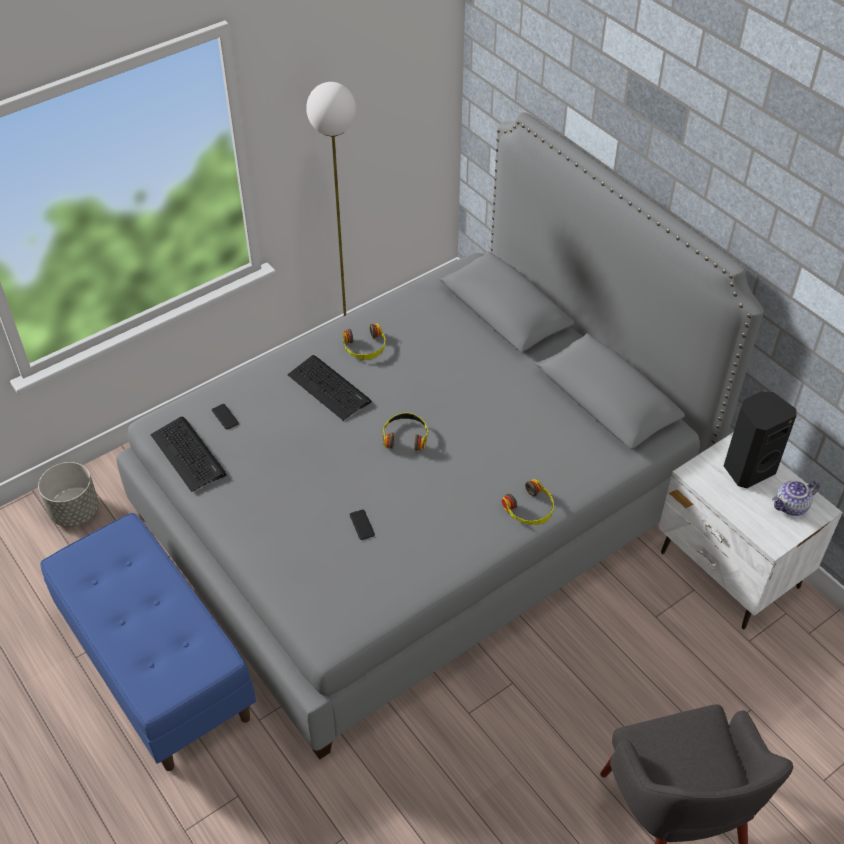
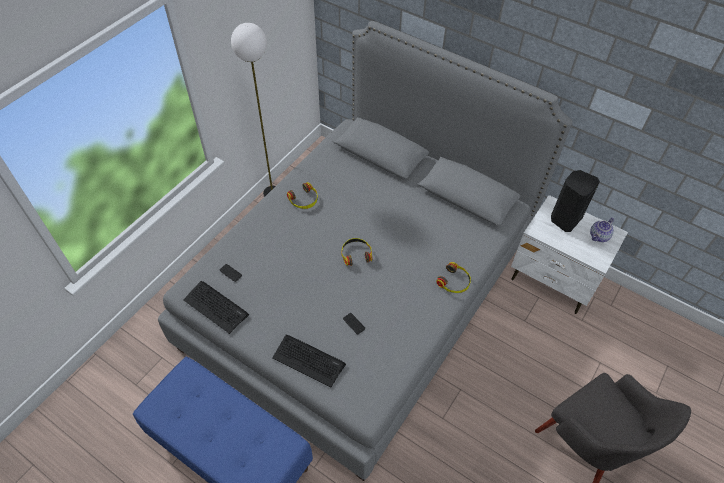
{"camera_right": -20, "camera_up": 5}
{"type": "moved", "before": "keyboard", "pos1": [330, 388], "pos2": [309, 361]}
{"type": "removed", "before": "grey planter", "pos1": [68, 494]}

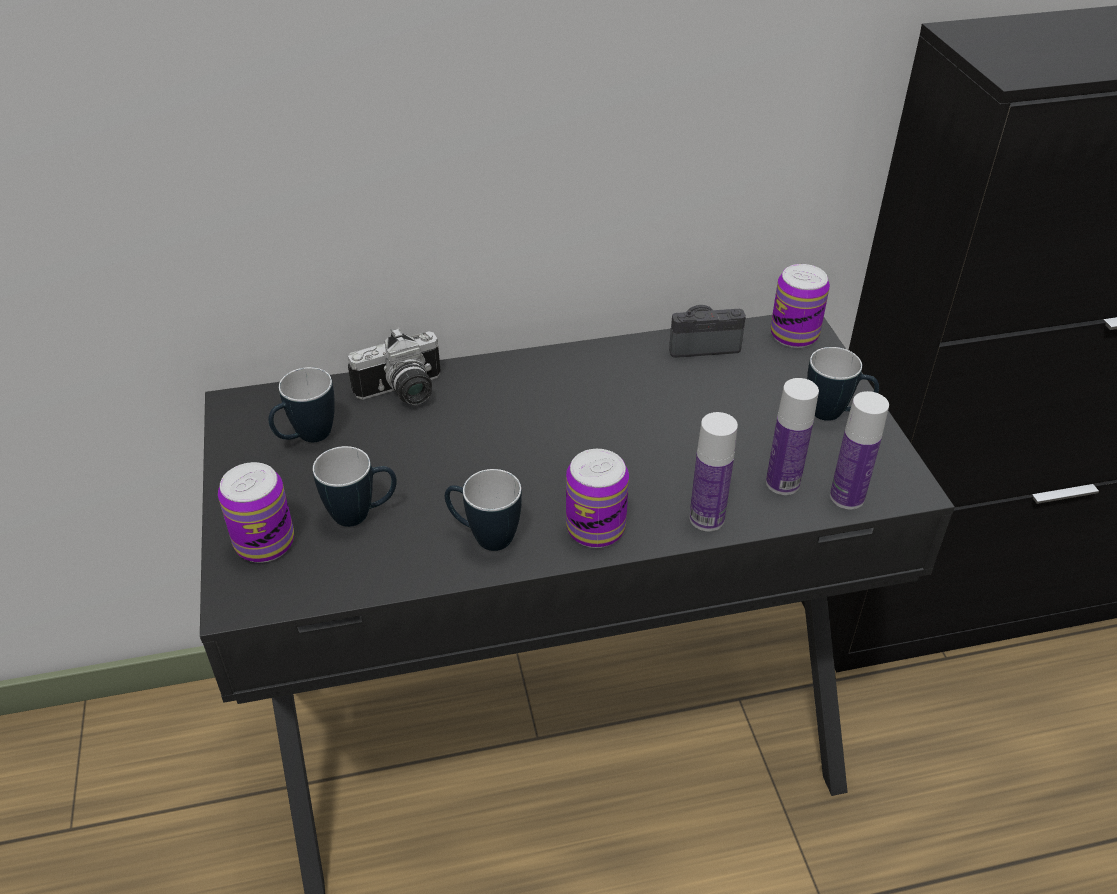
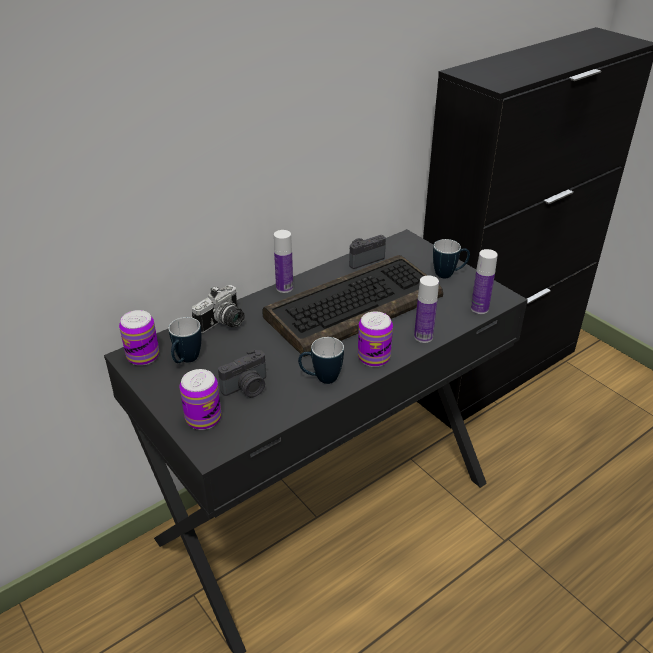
{"camera_right": -25, "camera_up": -5}
{"type": "moved", "before": "can", "pos1": [800, 306], "pos2": [139, 338]}
{"type": "moved", "before": "bottle", "pos1": [792, 436], "pos2": [283, 261]}
{"type": "replaced", "before": "mug", "after": "photo camera", "pos1": [355, 486], "pos2": [242, 373]}
{"type": "added", "after": "keyboard", "pos2": [352, 306]}

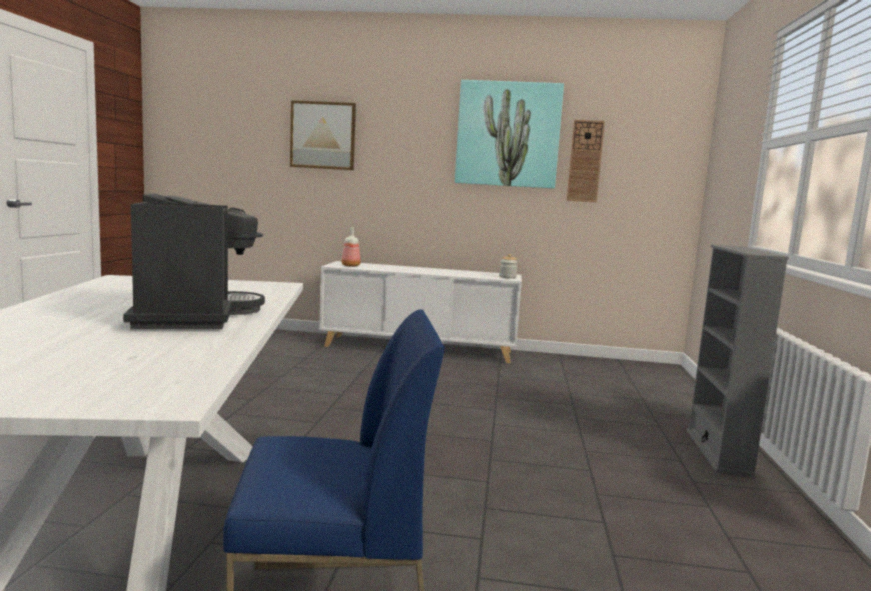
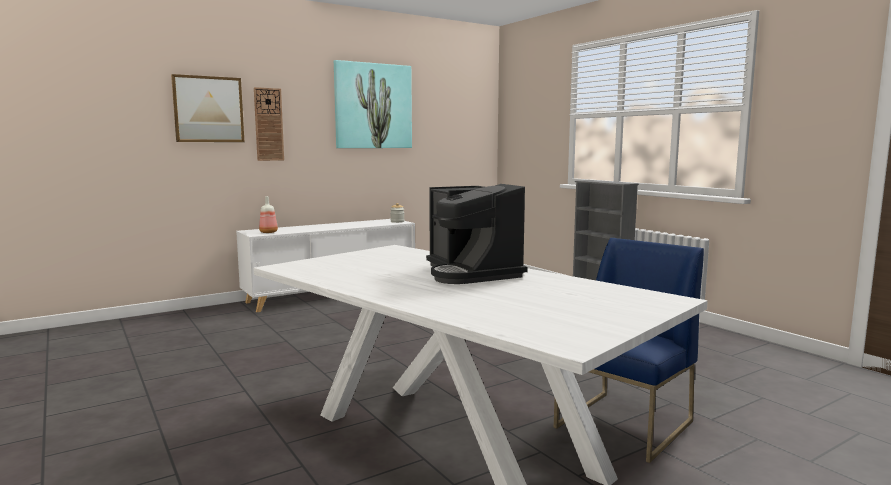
{"camera_right": -40, "camera_up": 0}
{"type": "moved", "before": "wall clock", "pos1": [586, 161], "pos2": [269, 124]}
{"type": "turned", "before": "coffee machine", "pos1": [194, 261], "pos2": [477, 234], "turn": -150}

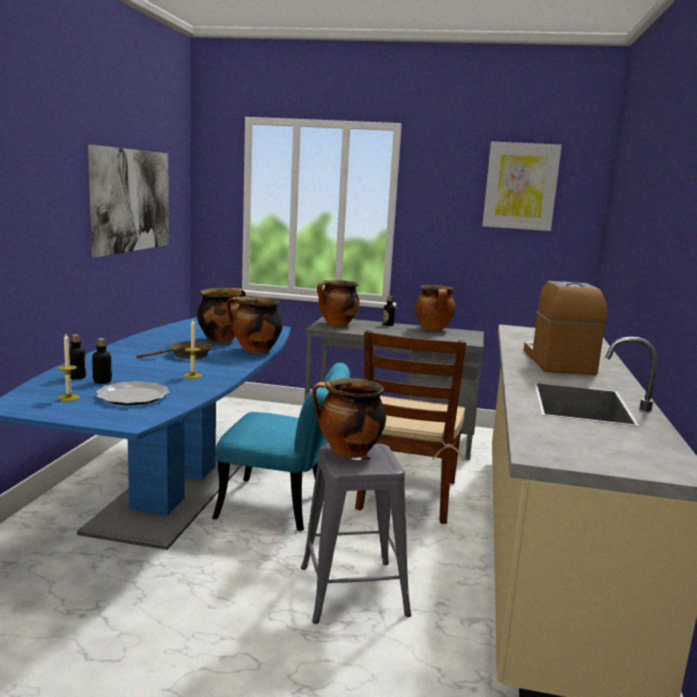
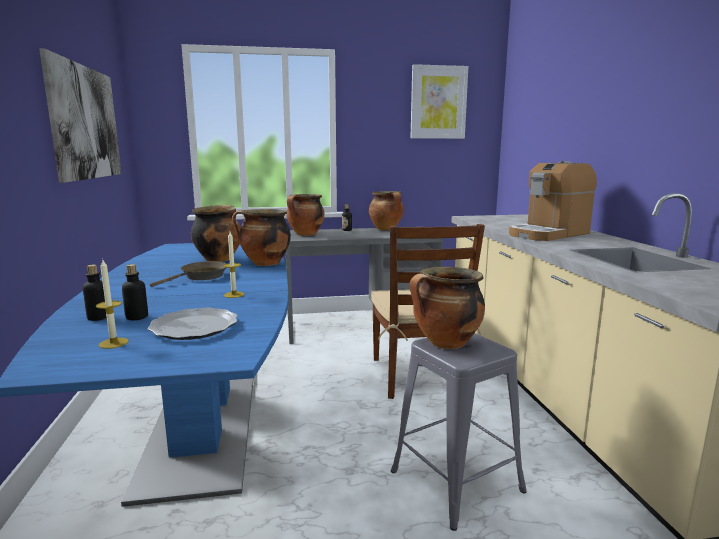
{"camera_right": -20, "camera_up": 0}
{"type": "turned", "before": "coffee machine", "pos1": [565, 328], "pos2": [553, 201], "turn": -105}
{"type": "removed", "before": "turquoise chair", "pos1": [281, 447]}

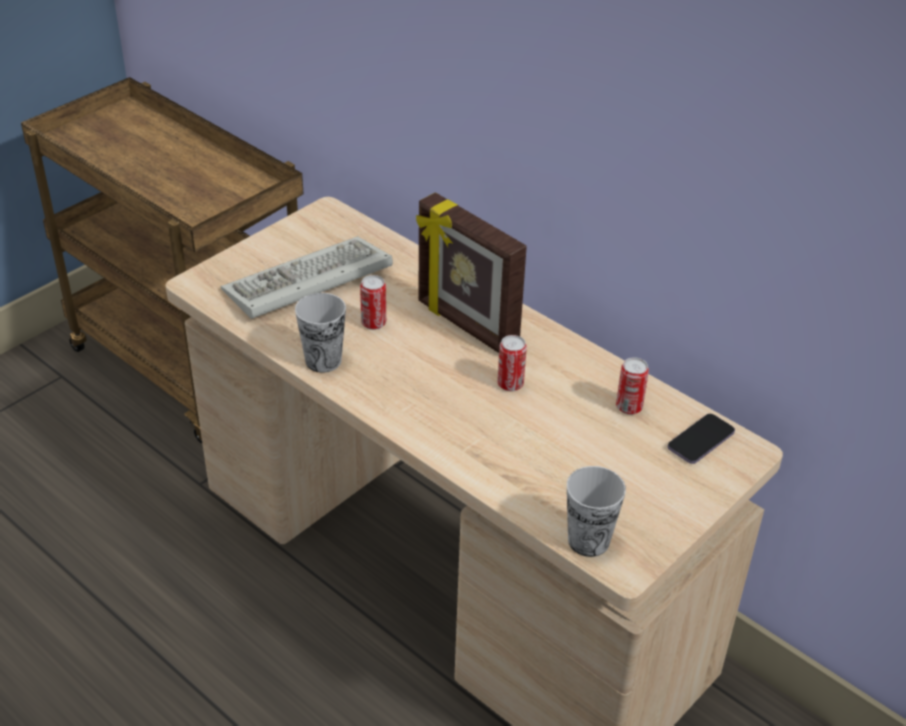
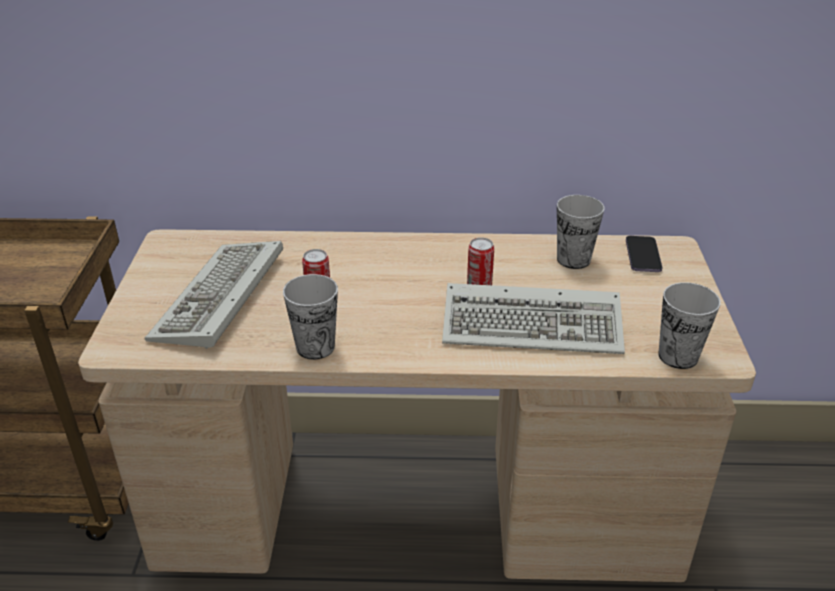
{"camera_right": -40, "camera_up": -5}
{"type": "removed", "before": "picture frame", "pos1": [471, 273]}
{"type": "replaced", "before": "can", "after": "cup", "pos1": [632, 386], "pos2": [580, 232]}
{"type": "added", "after": "keyboard", "pos2": [533, 318]}

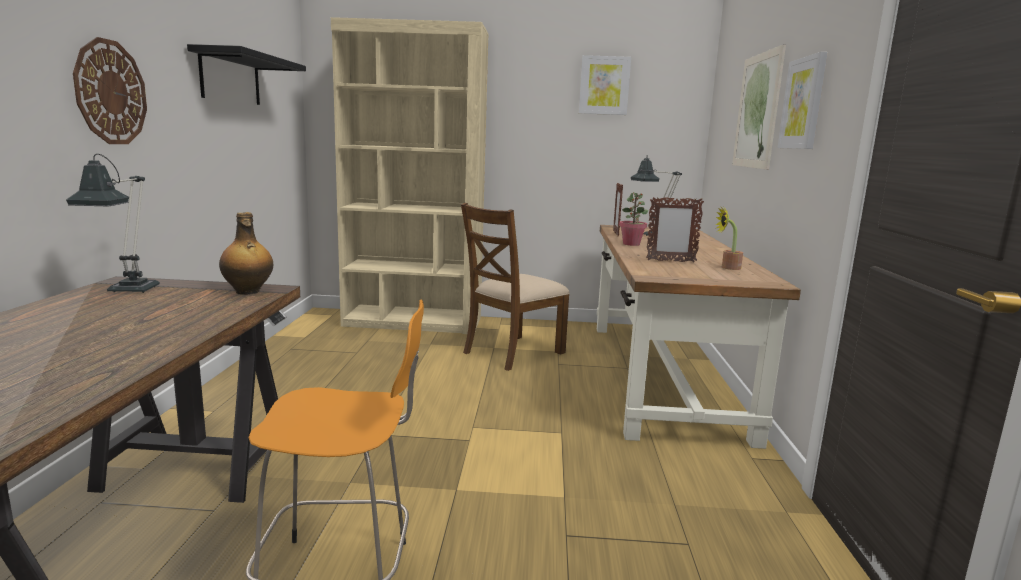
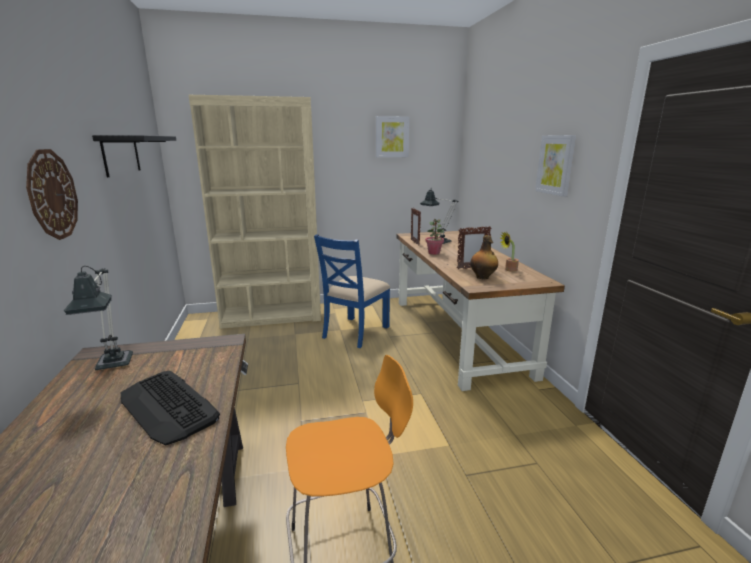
{"camera_right": -15, "camera_up": 5}
{"type": "removed", "before": "picture", "pos1": [759, 107]}
{"type": "recoloured", "before": "brown chair", "after": "blue chair", "pos1": [515, 287], "pos2": [352, 291]}
{"type": "moved", "before": "bottle", "pos1": [246, 253], "pos2": [484, 257]}
{"type": "added", "after": "keyboard", "pos2": [170, 408]}

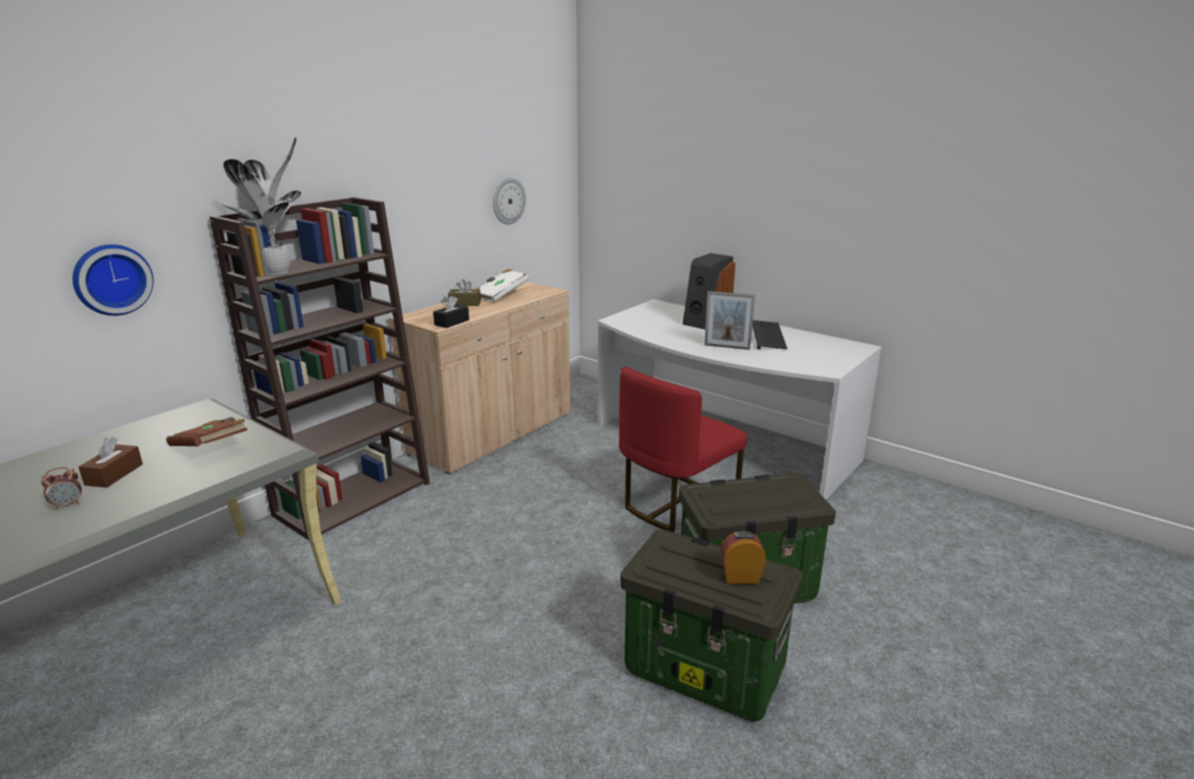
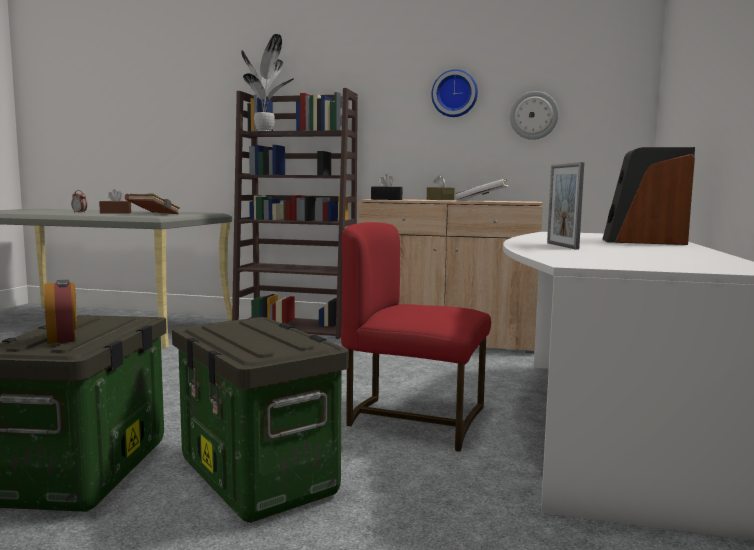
{"camera_right": 65, "camera_up": -15}
{"type": "moved", "before": "wall clock", "pos1": [113, 280], "pos2": [454, 93]}
{"type": "removed", "before": "keyboard", "pos1": [769, 335]}

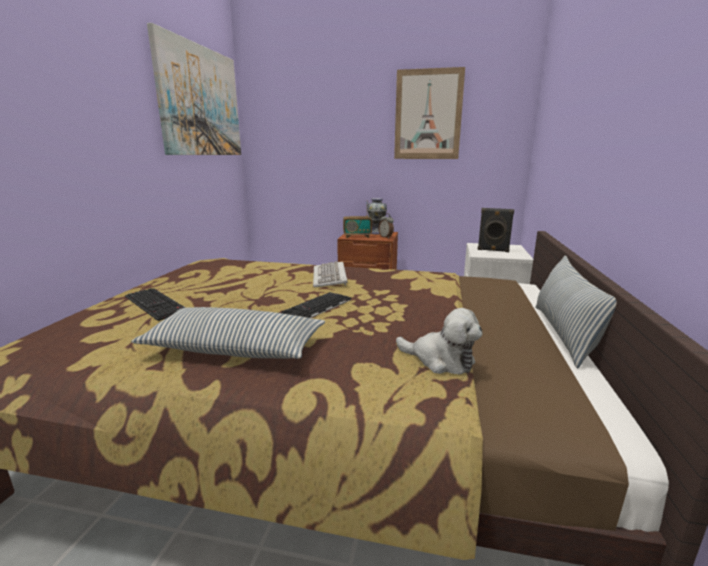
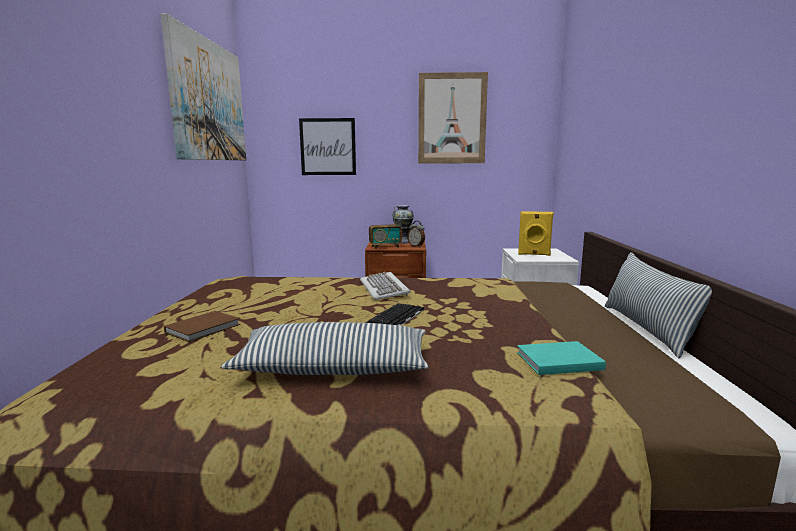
{"camera_right": -10, "camera_up": -5}
{"type": "recoloured", "before": "black speaker", "after": "yellow speaker", "pos1": [496, 230], "pos2": [536, 233]}
{"type": "replaced", "before": "keyboard", "after": "brown book", "pos1": [155, 304], "pos2": [202, 326]}
{"type": "replaced", "before": "plush toy", "after": "turquoise book", "pos1": [439, 341], "pos2": [561, 358]}
{"type": "added", "after": "picture", "pos2": [327, 146]}

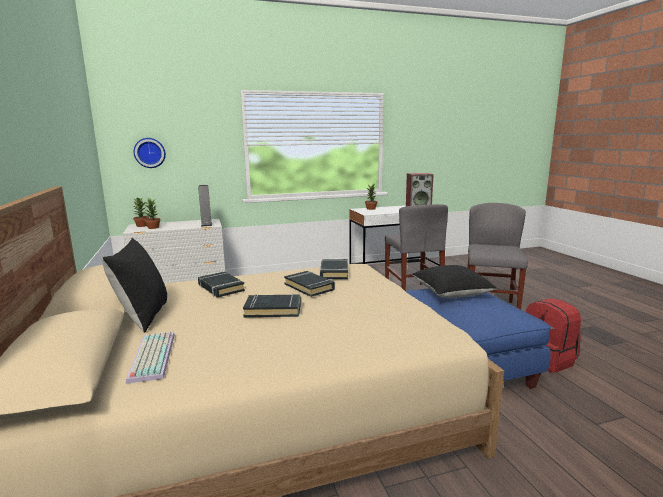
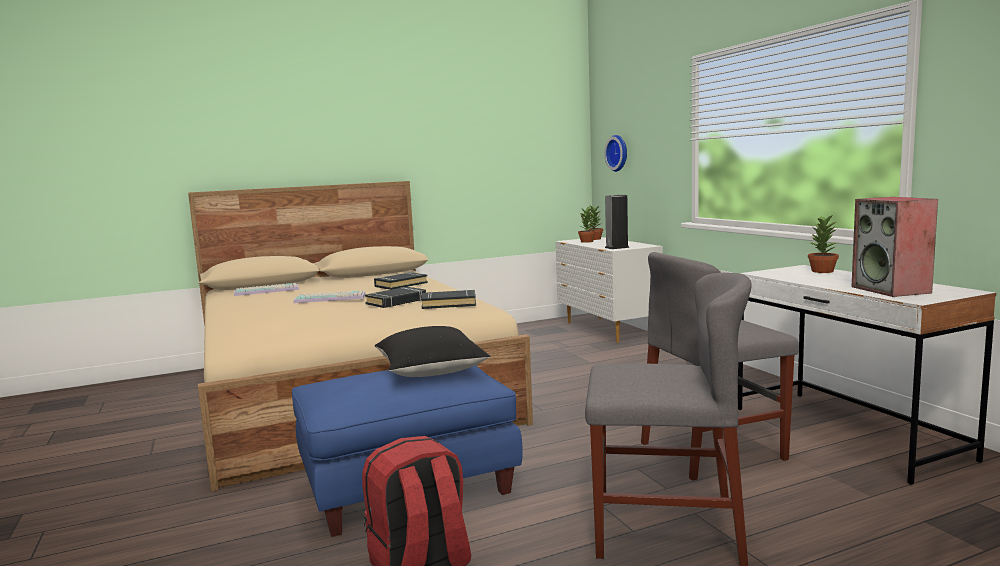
{"camera_right": 85, "camera_up": -5}
{"type": "removed", "before": "black pillow", "pos1": [134, 285]}
{"type": "replaced", "before": "black book", "after": "keyboard", "pos1": [272, 305], "pos2": [329, 296]}

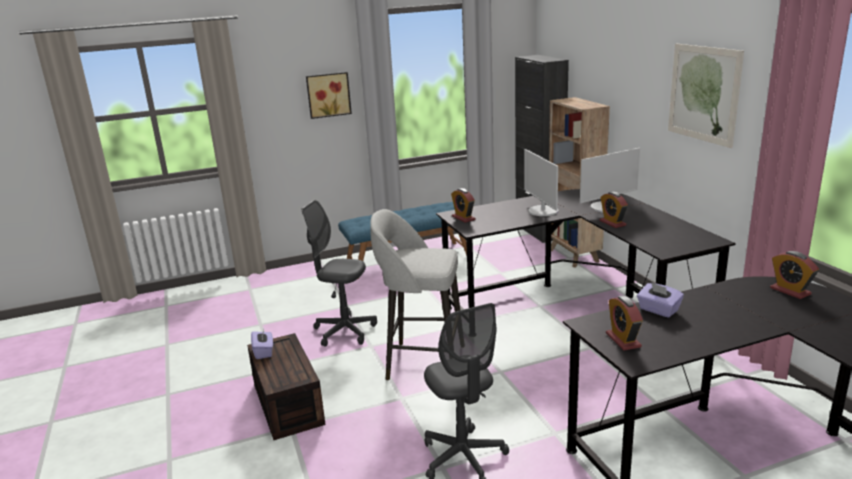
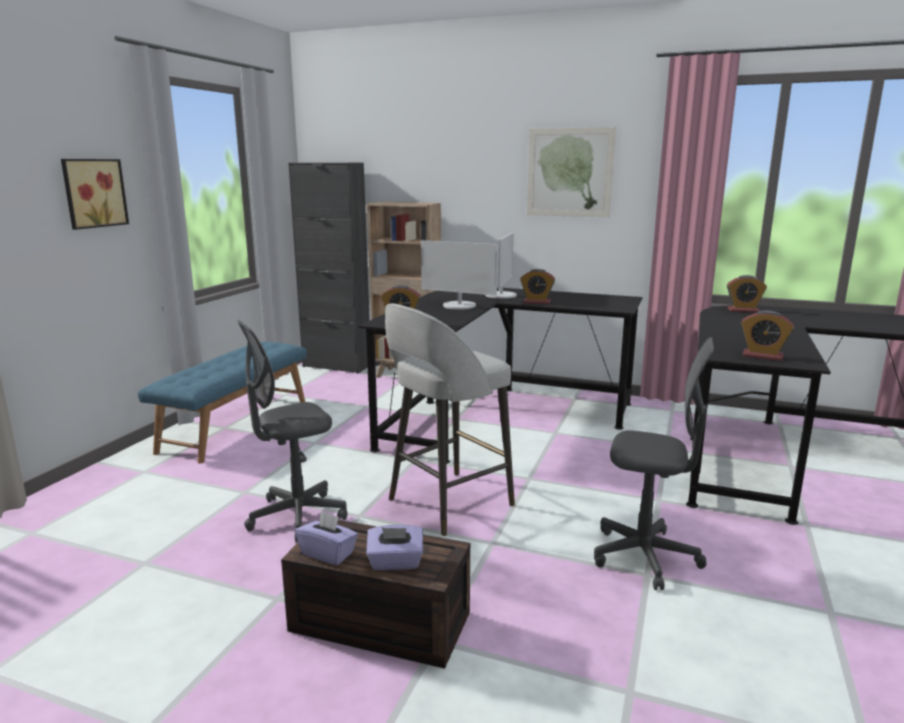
{"camera_right": -50, "camera_up": -5}
{"type": "moved", "before": "purple tissue box", "pos1": [660, 300], "pos2": [394, 547]}

